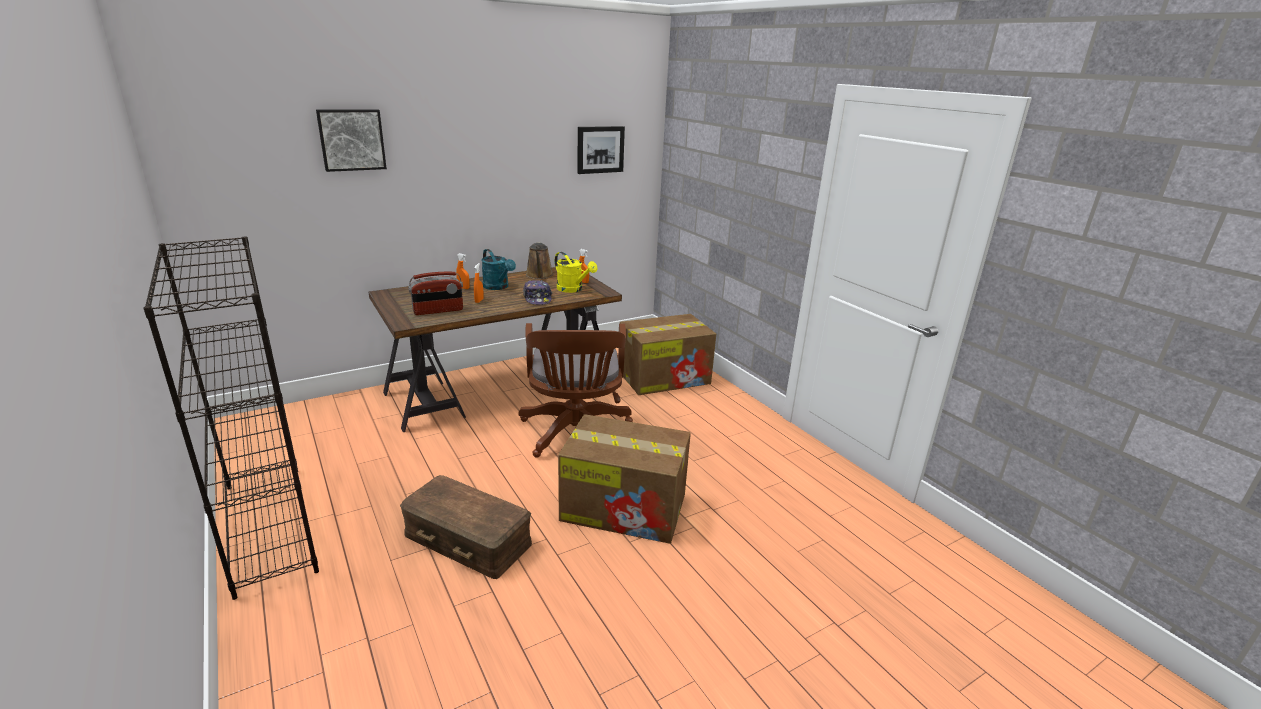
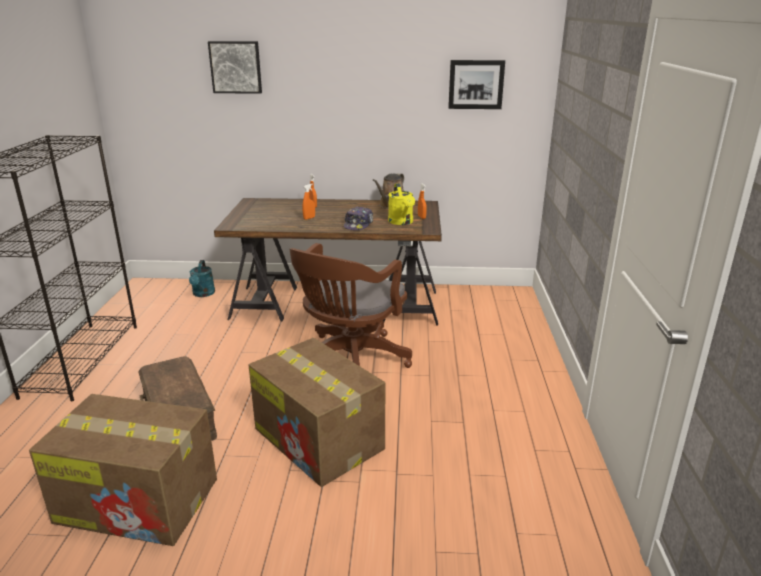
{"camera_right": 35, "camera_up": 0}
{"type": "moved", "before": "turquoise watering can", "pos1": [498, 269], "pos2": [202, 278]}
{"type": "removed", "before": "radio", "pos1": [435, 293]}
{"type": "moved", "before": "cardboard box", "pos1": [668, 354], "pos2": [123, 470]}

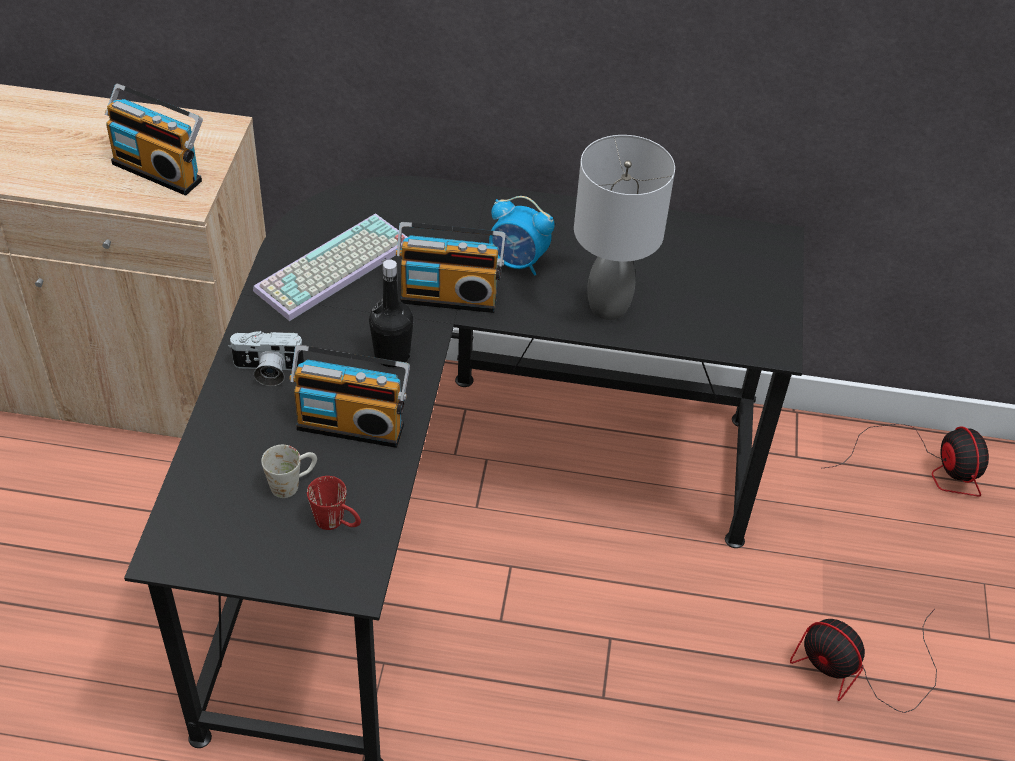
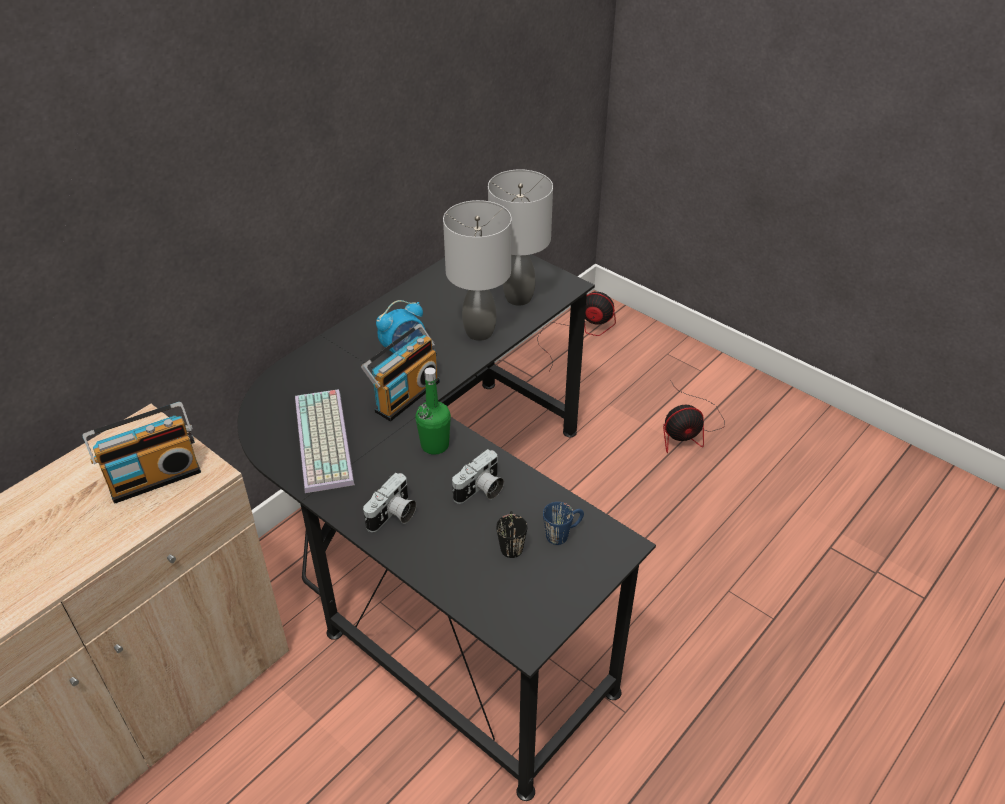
{"camera_right": -55, "camera_up": -5}
{"type": "recoloured", "before": "black bottle", "after": "green bottle", "pos1": [391, 313], "pos2": [433, 411]}
{"type": "replaced", "before": "radio", "after": "photo camera", "pos1": [350, 396], "pos2": [478, 476]}
{"type": "recoloured", "before": "white mug", "after": "black mug", "pos1": [289, 471], "pos2": [512, 534]}
{"type": "recoloured", "before": "red mug", "after": "blue mug", "pos1": [334, 503], "pos2": [563, 523]}
{"type": "added", "after": "grey table lamp", "pos2": [520, 237]}

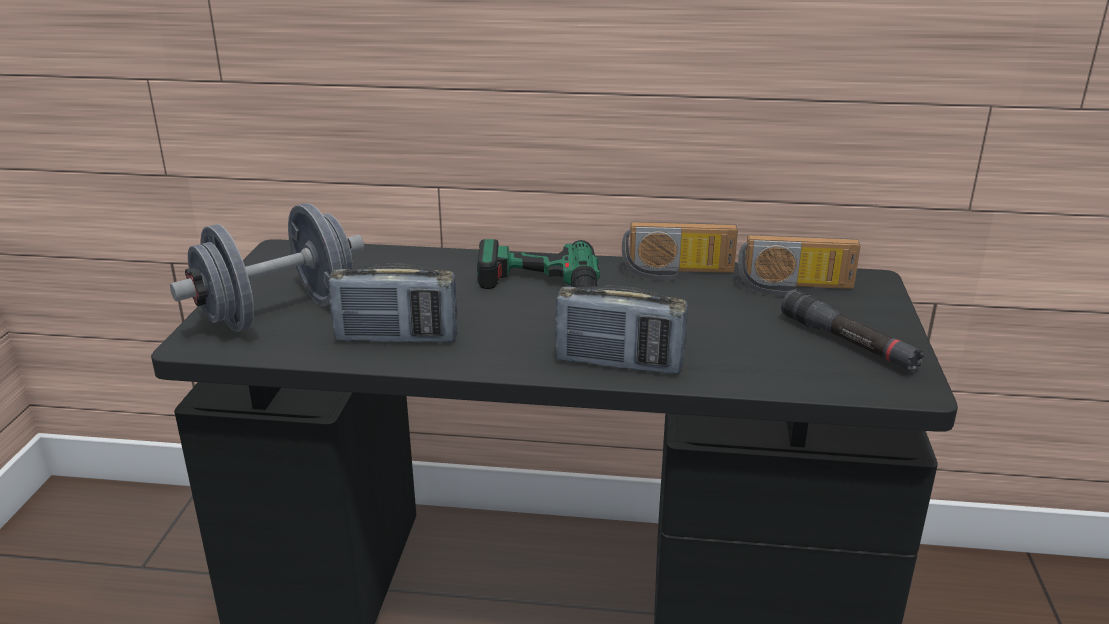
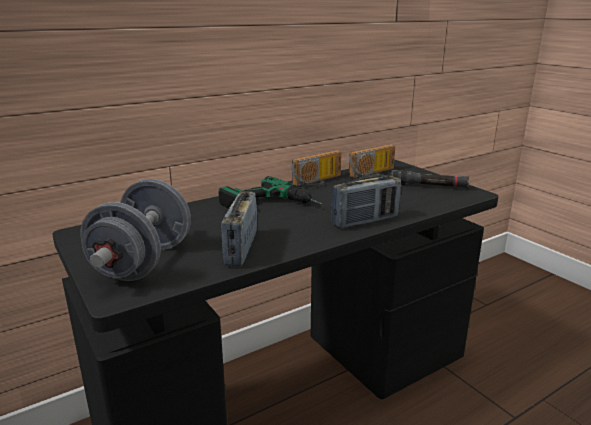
{"camera_right": -40, "camera_up": -5}
{"type": "turned", "before": "radio", "pos1": [392, 303], "pos2": [239, 228], "turn": 135}

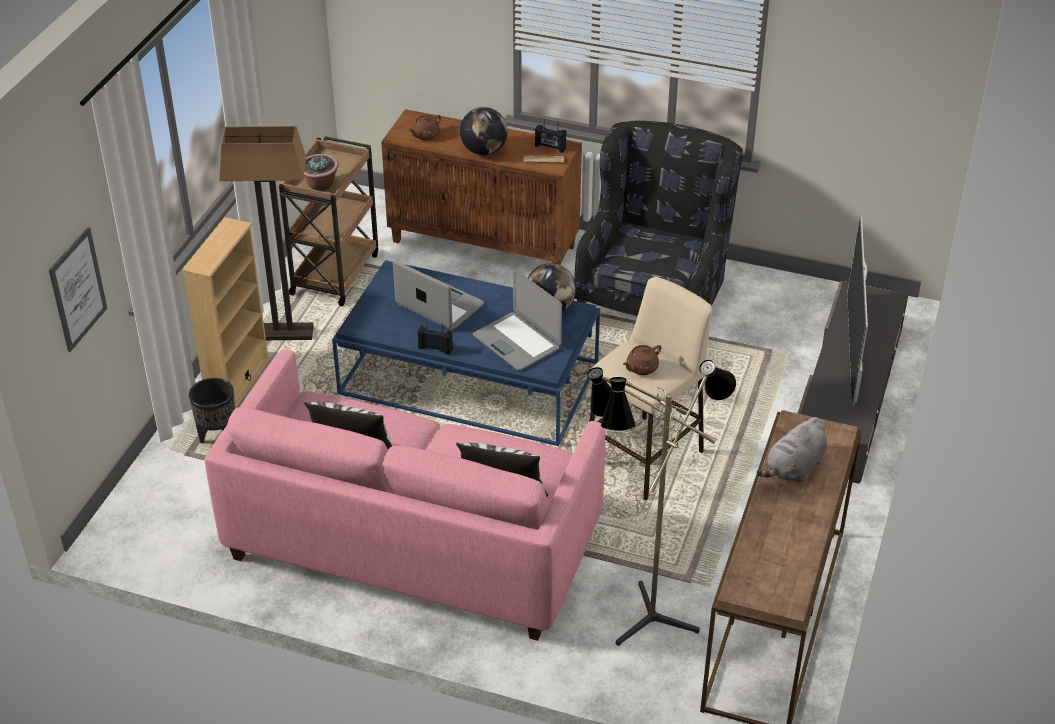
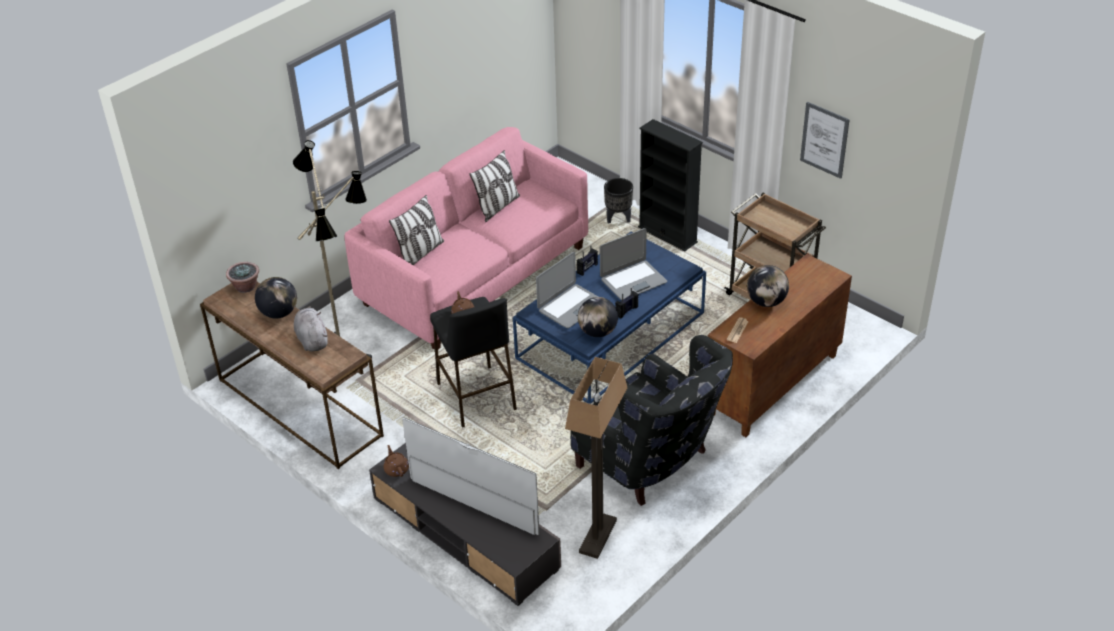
{"camera_right": 115, "camera_up": 0}
{"type": "moved", "before": "brown teapot", "pos1": [425, 127], "pos2": [396, 461]}
{"type": "moved", "before": "radio", "pos1": [551, 135], "pos2": [626, 303]}
{"type": "moved", "before": "floor lamp", "pos1": [266, 233], "pos2": [596, 458]}
{"type": "moved", "before": "potted plant", "pos1": [321, 172], "pos2": [242, 277]}
{"type": "recoloured", "before": "beige bookcase", "after": "black bookcase", "pos1": [226, 312], "pos2": [670, 185]}
{"type": "moved", "before": "picture", "pos1": [78, 289], "pos2": [825, 140]}
{"type": "turned", "before": "laptop", "pos1": [517, 319], "pos2": [567, 290], "turn": 150}
{"type": "recoloured", "before": "beige stool", "after": "black stool", "pos1": [651, 388], "pos2": [473, 362]}
{"type": "added", "after": "globe", "pos2": [276, 298]}

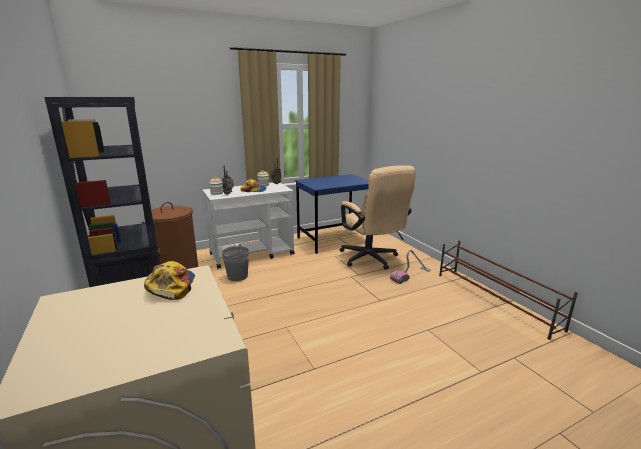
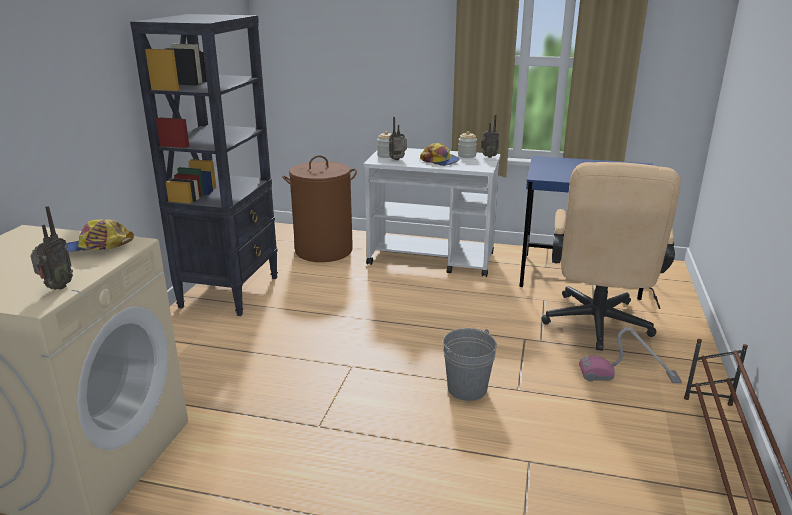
{"camera_right": 40, "camera_up": 5}
{"type": "moved", "before": "grey bucket", "pos1": [235, 262], "pos2": [470, 364]}
{"type": "turned", "before": "cap", "pos1": [169, 280], "pos2": [100, 235], "turn": -135}
{"type": "added", "after": "radio", "pos2": [51, 248]}

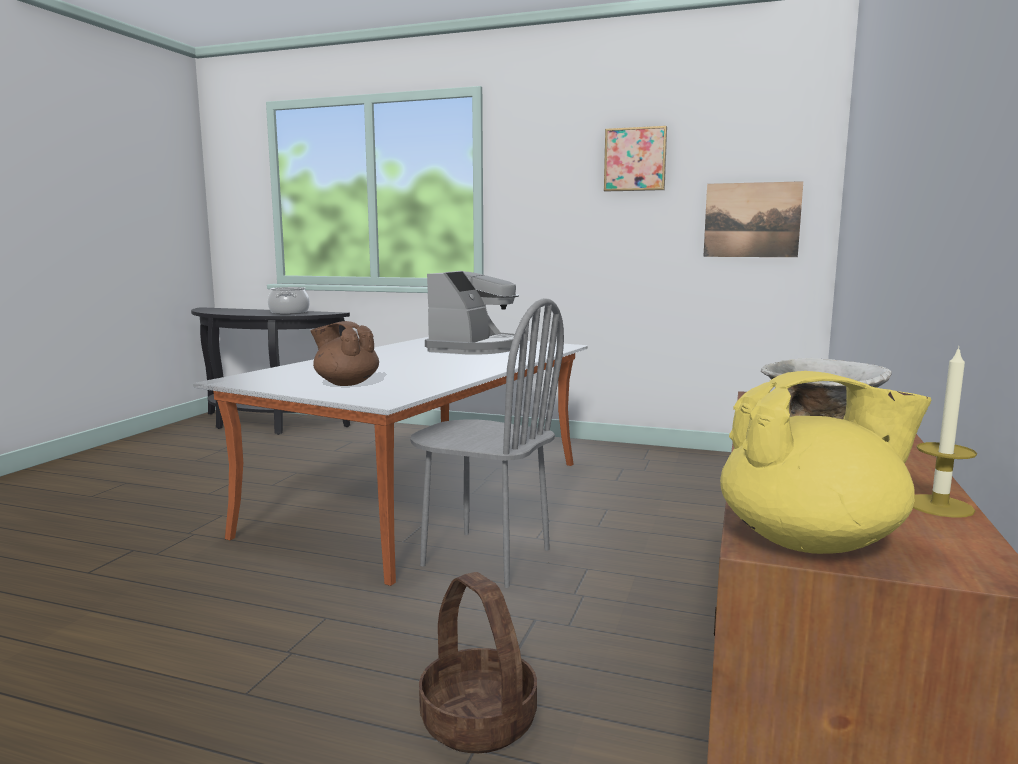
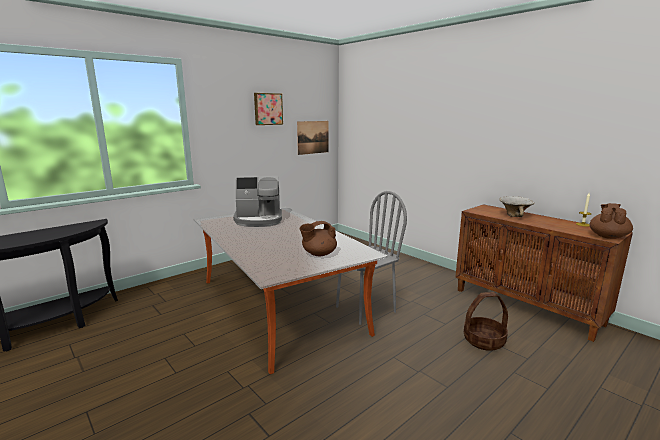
{"camera_right": -60, "camera_up": 5}
{"type": "turned", "before": "coffee machine", "pos1": [472, 312], "pos2": [257, 201], "turn": 120}
{"type": "removed", "before": "cooking pot", "pos1": [289, 300]}
{"type": "recoloured", "before": "yellow teapot", "after": "brown teapot", "pos1": [825, 462], "pos2": [611, 221]}

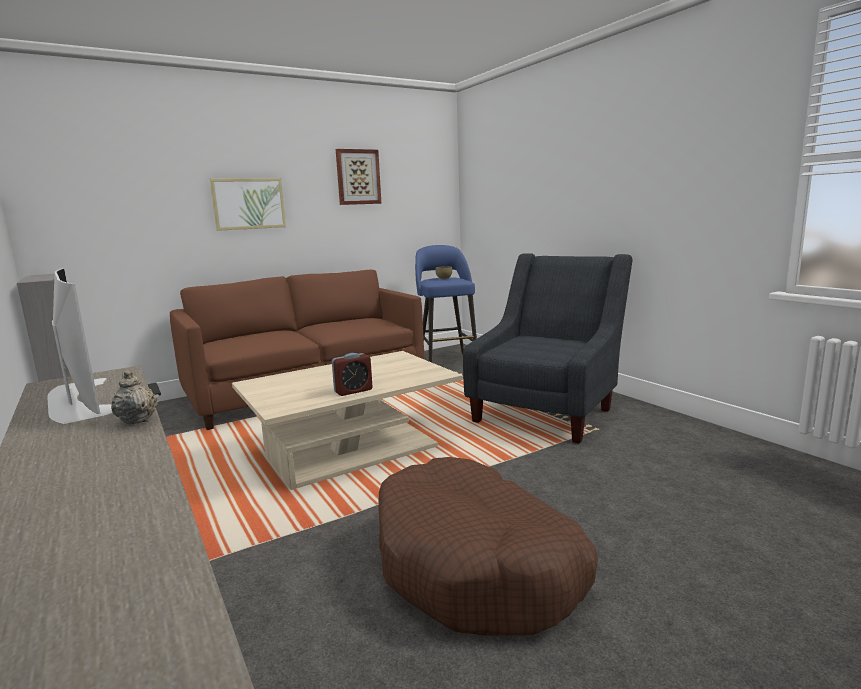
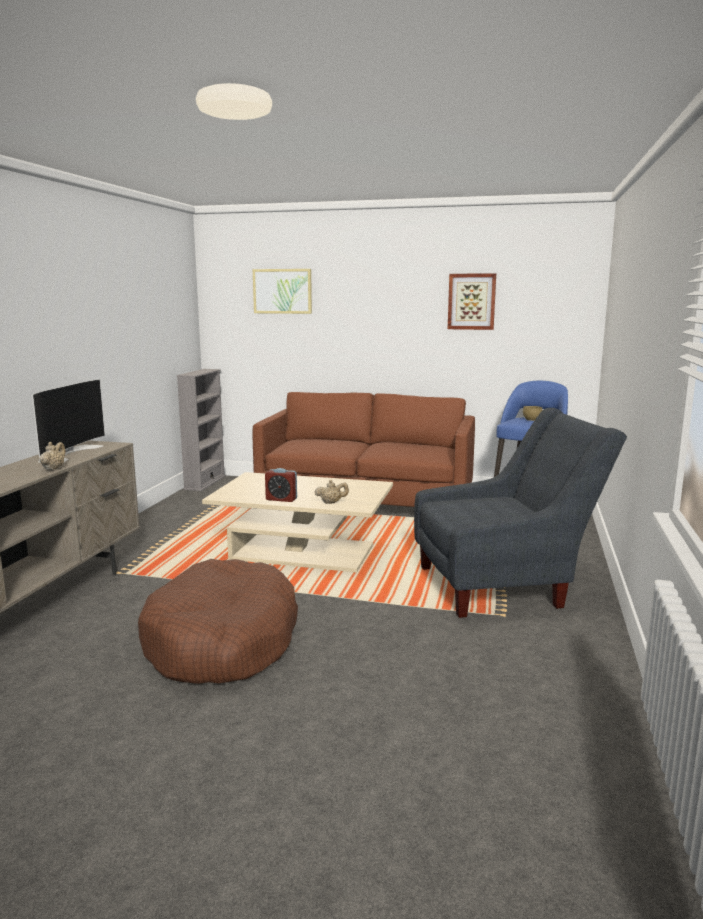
{"camera_right": 45, "camera_up": 0}
{"type": "moved", "before": "picture", "pos1": [248, 204], "pos2": [282, 291]}
{"type": "added", "after": "beige teapot", "pos2": [331, 492]}

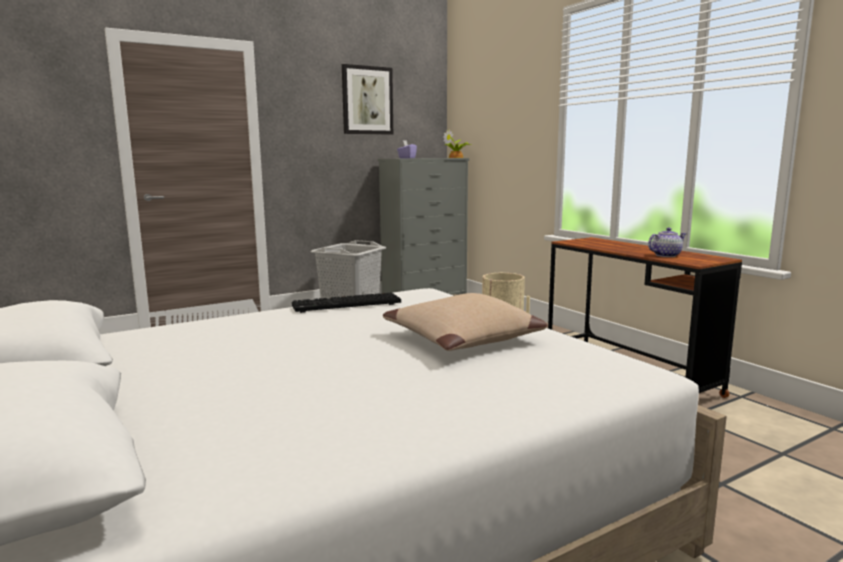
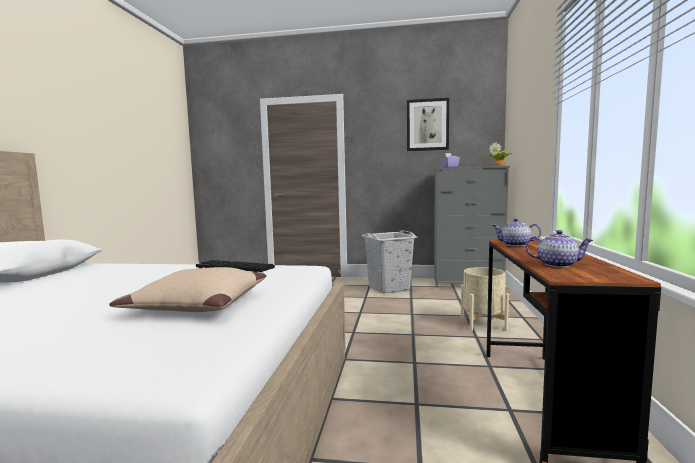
{"camera_right": 40, "camera_up": -5}
{"type": "added", "after": "teapot", "pos2": [516, 232]}

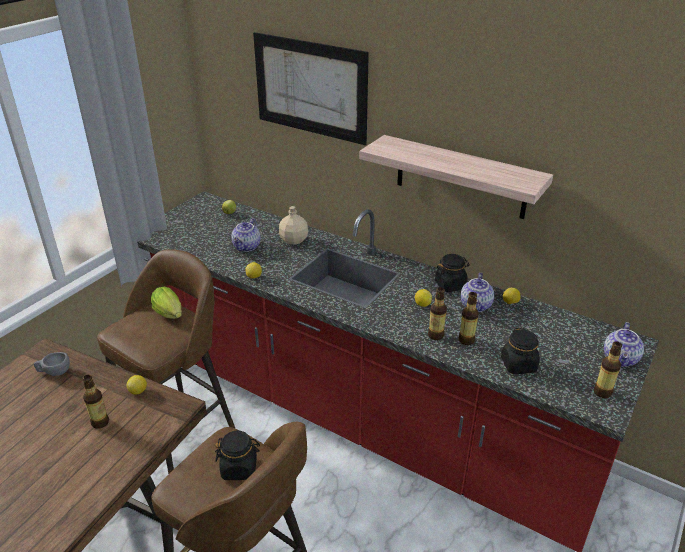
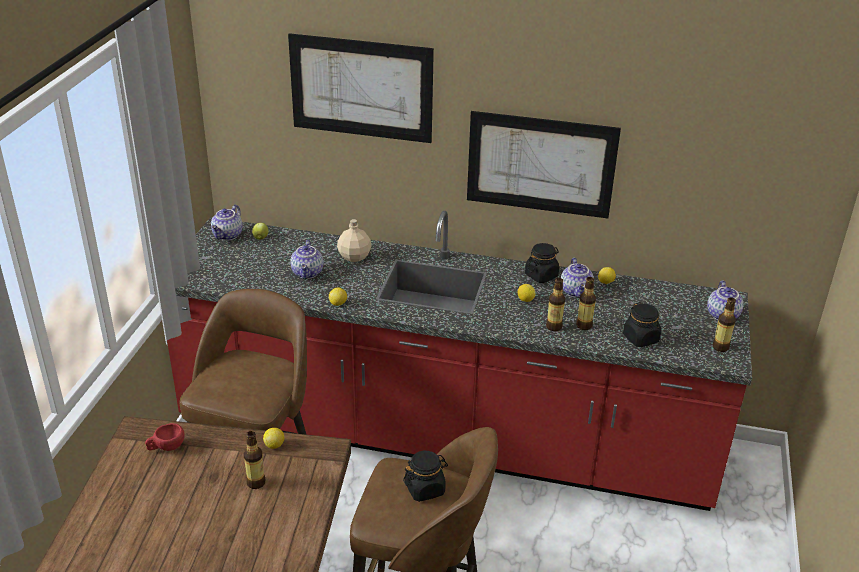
{"camera_right": -20, "camera_up": 0}
{"type": "replaced", "before": "shelf", "after": "picture", "pos1": [456, 177], "pos2": [544, 164]}
{"type": "removed", "before": "lettuce", "pos1": [166, 303]}
{"type": "recoloured", "before": "grey cup", "after": "red cup", "pos1": [52, 364], "pos2": [165, 437]}
{"type": "added", "after": "teapot", "pos2": [226, 223]}

